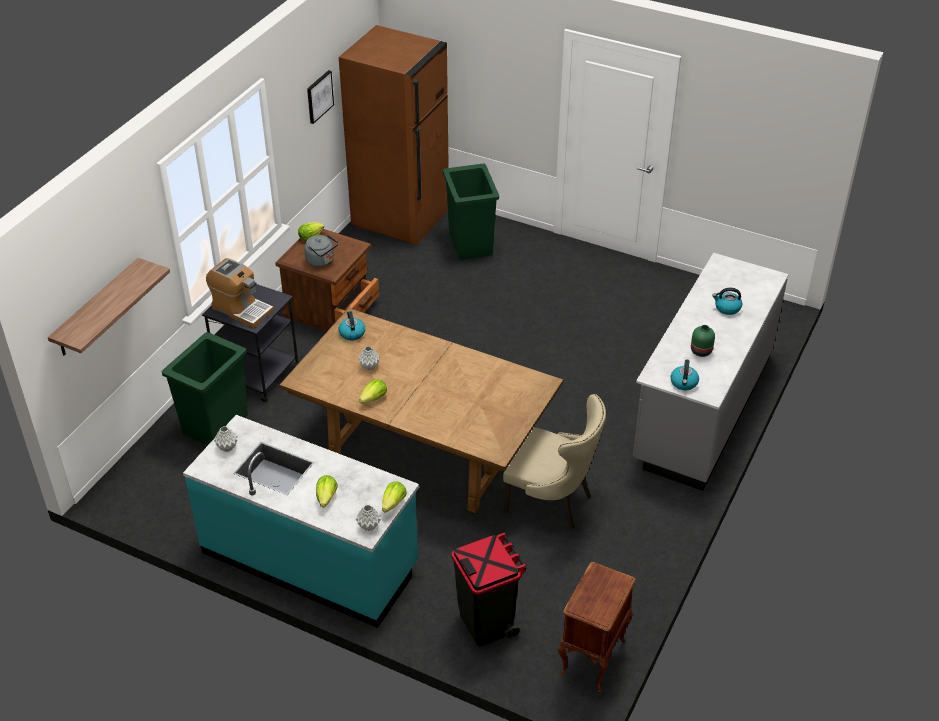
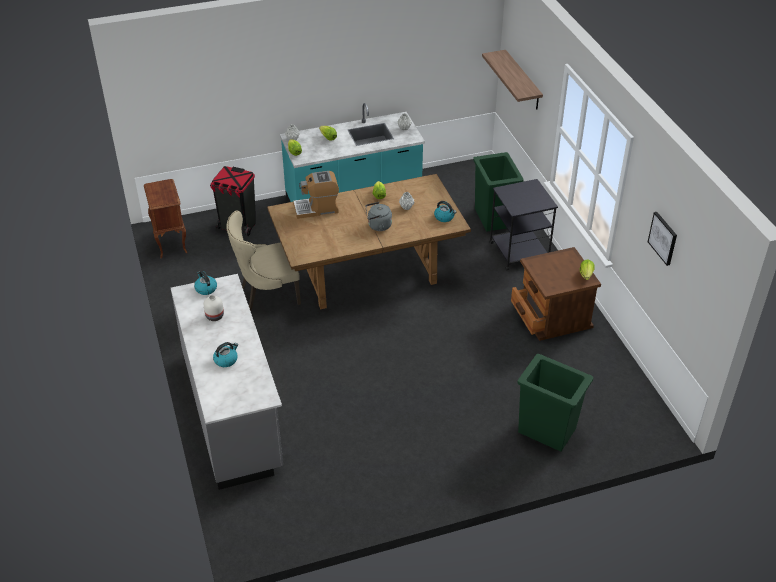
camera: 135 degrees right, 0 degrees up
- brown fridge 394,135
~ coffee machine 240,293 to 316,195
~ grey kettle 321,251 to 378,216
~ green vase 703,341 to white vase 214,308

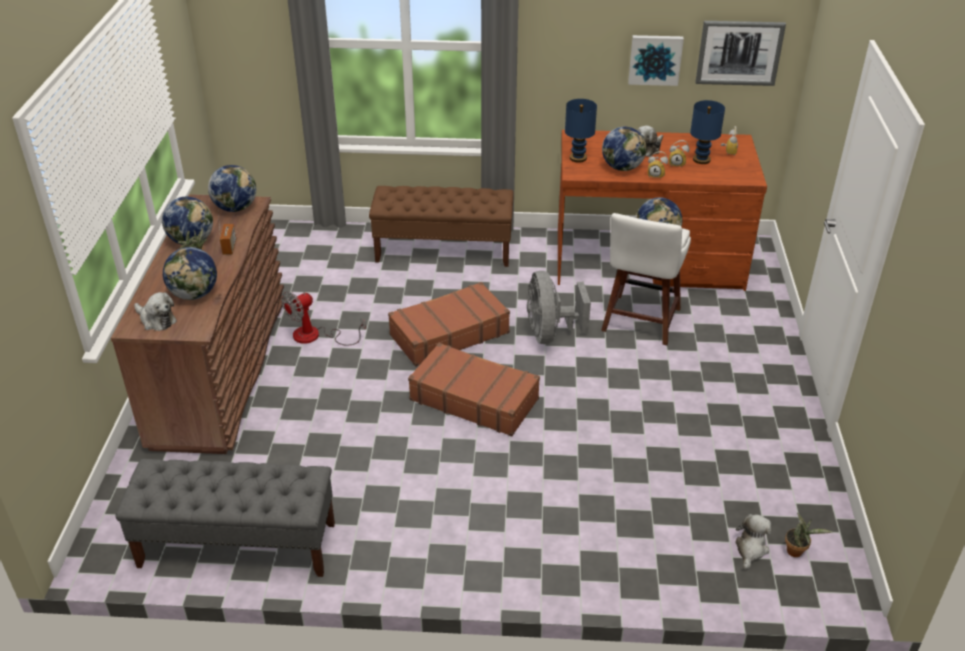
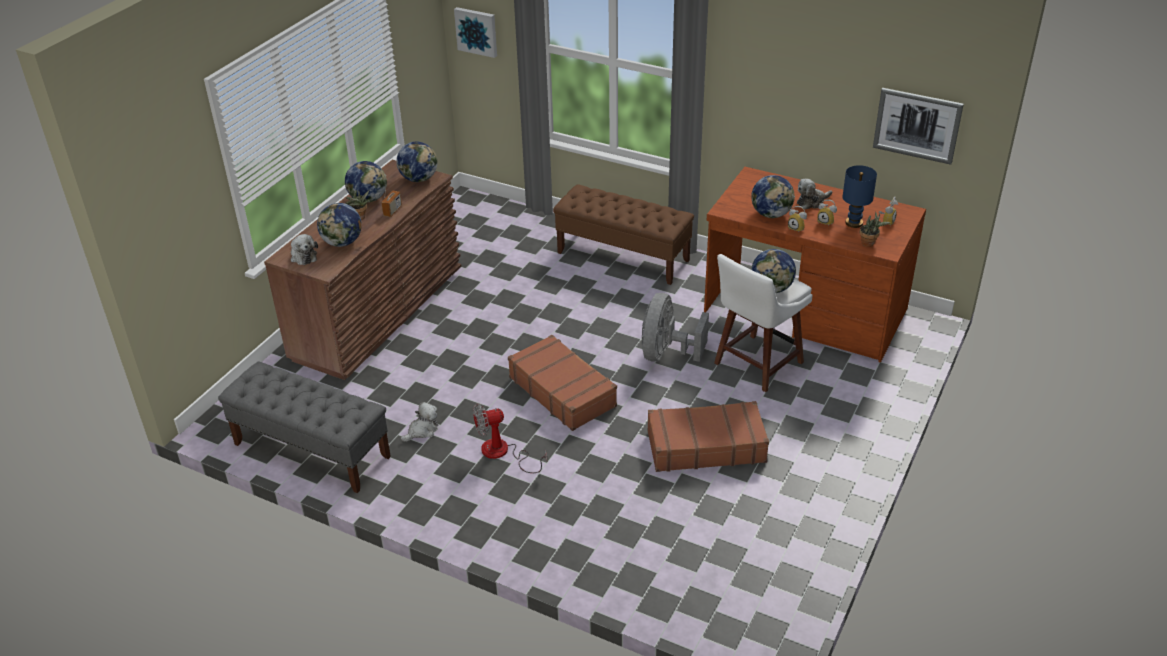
camera: 25 degrees right, 0 degrees up
- blue table lamp 581,131
~ fan 323,318 to 510,438
~ brown suitcase 449,324 to 708,436
~ picture 656,60 to 475,32
~ plush toy 753,542 to 419,422
~ potted plant 808,534 to 875,229

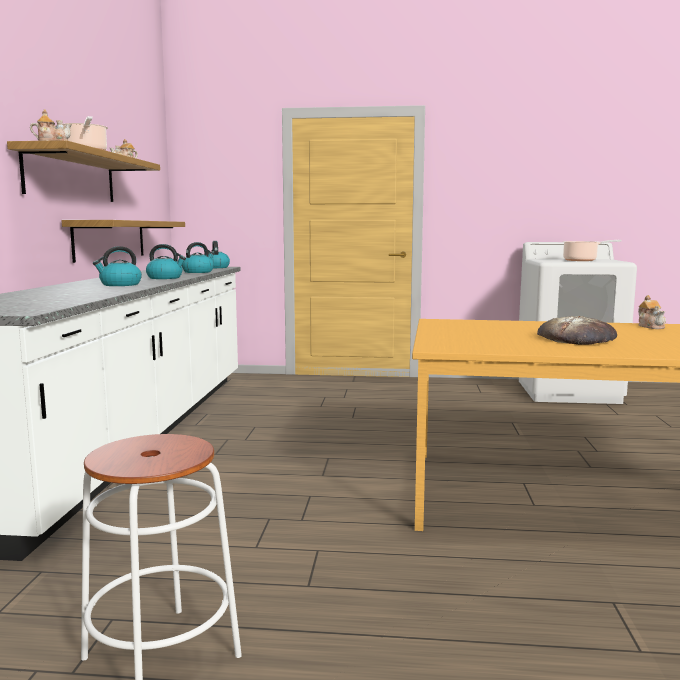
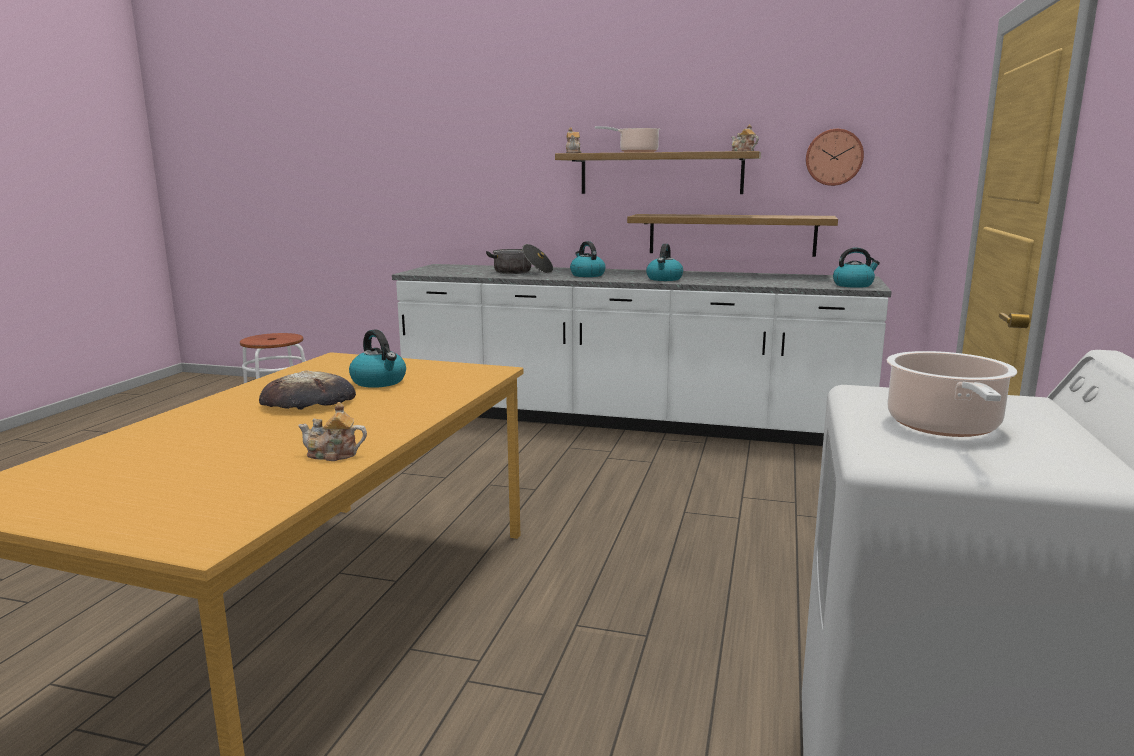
camera: 100 degrees right, 5 degrees up
+ cooking pot 519,259
+ wall clock 835,157
~ kettle 198,257 to 377,358

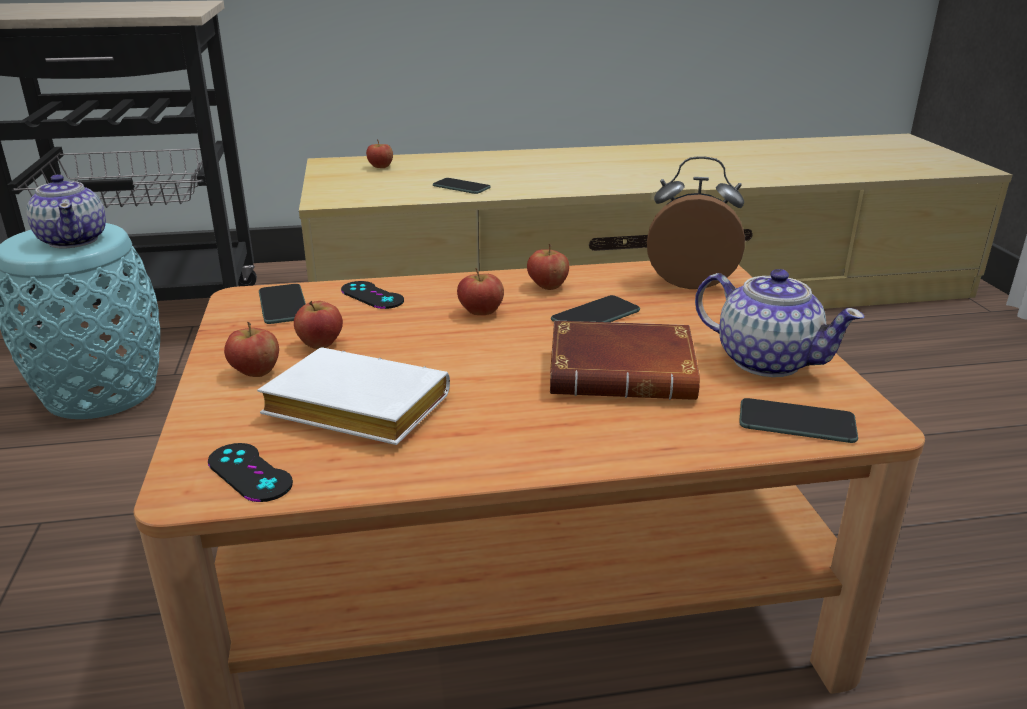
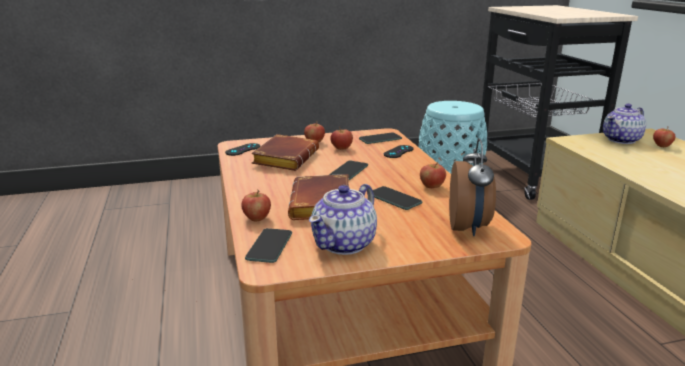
camera: 85 degrees right, 5 degrees down
~ teapot 66,211 to 624,124
~ phone 462,186 to 348,170
~ apple 480,291 to 256,205
~ white book 353,396 to brown book 285,152

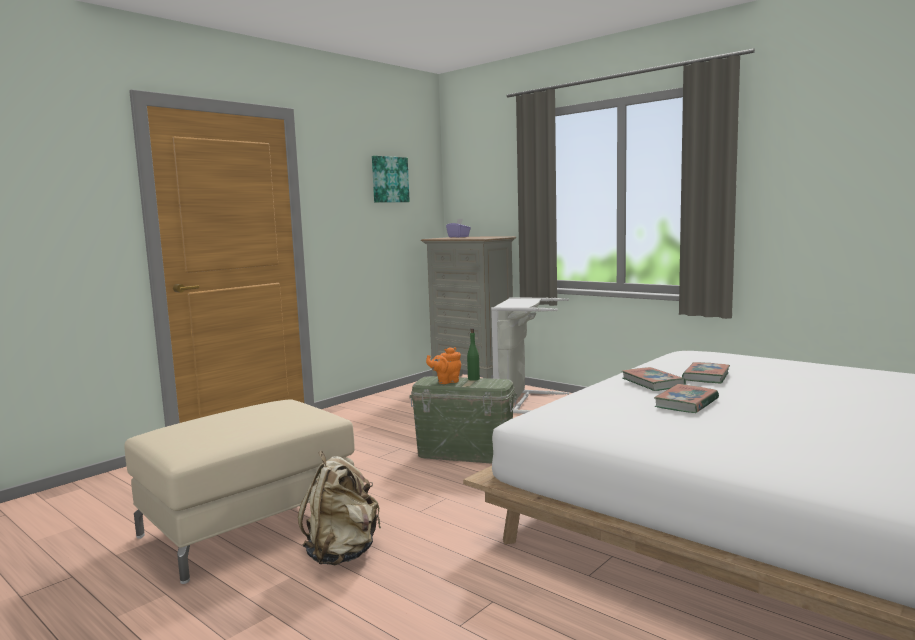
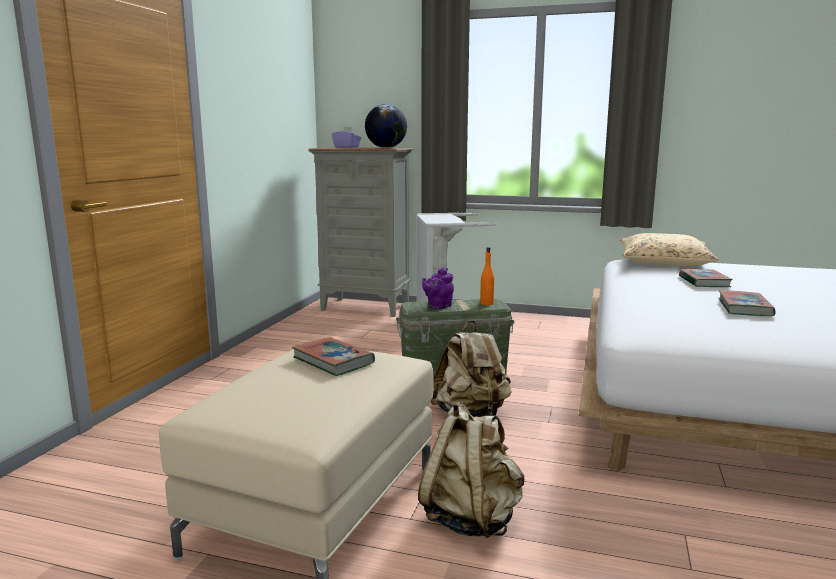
camera: 25 degrees left, 5 degrees up
- picture 391,179
- green bottle 473,354
+ globe 386,126
+ beige backpack 471,368
+ orange bottle 487,276
+ beige pillow 669,249
~ book 654,379 to 333,356
~ orange teapot 443,365 to purple teapot 438,288

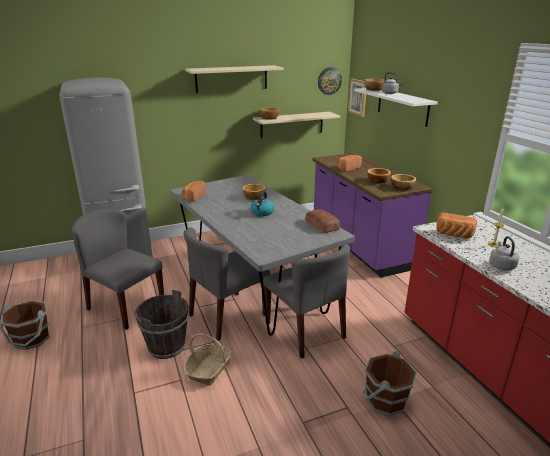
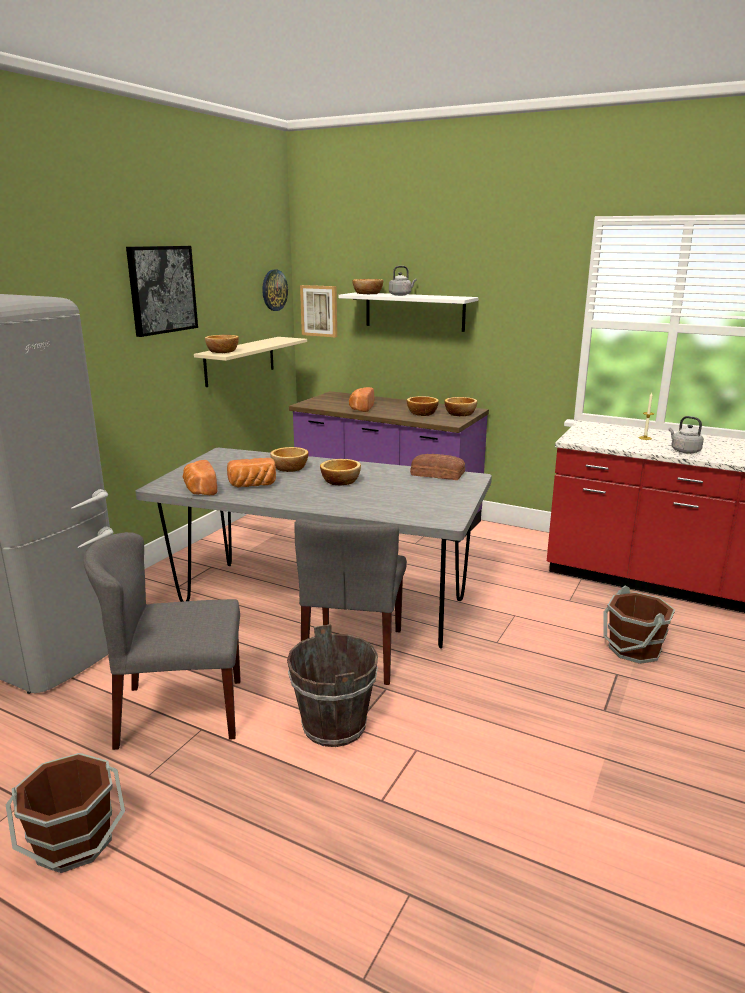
camera: 40 degrees left, 5 degrees down
- basket 208,359
- grey chair 306,301
~ bread 456,226 to 251,472
~ beige shelf 234,79 to picture 162,291
~ kettle 262,203 to bowl 340,472

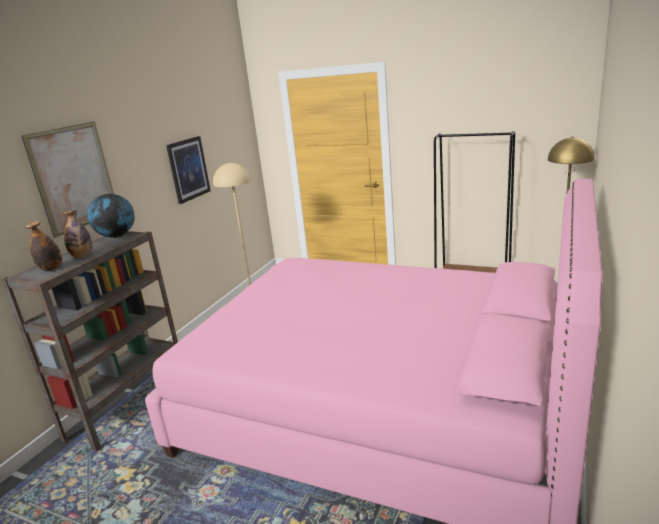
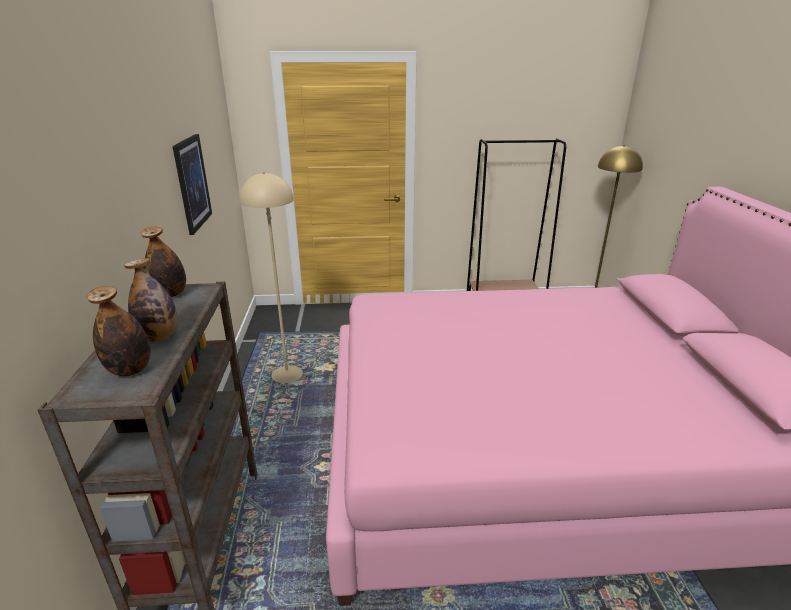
camera: 30 degrees left, 5 degrees up
- picture 67,180
~ globe 111,216 to bottle 163,262

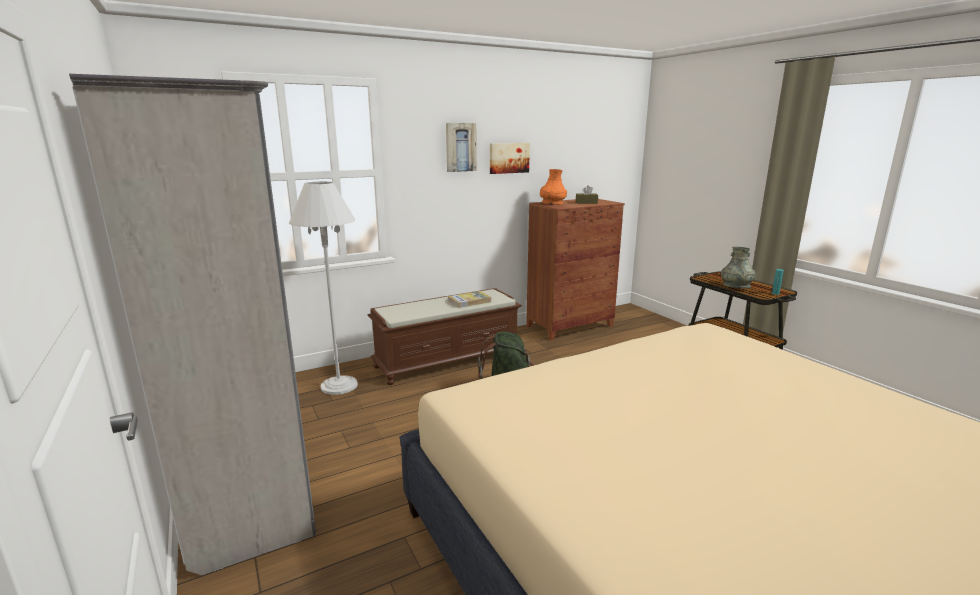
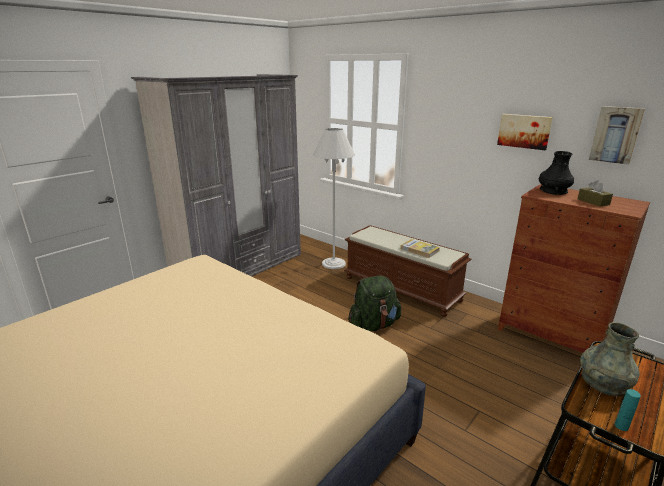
camera: 70 degrees right, 5 degrees up
~ picture 461,147 to 617,135
~ orange vase 553,187 to black vase 556,173

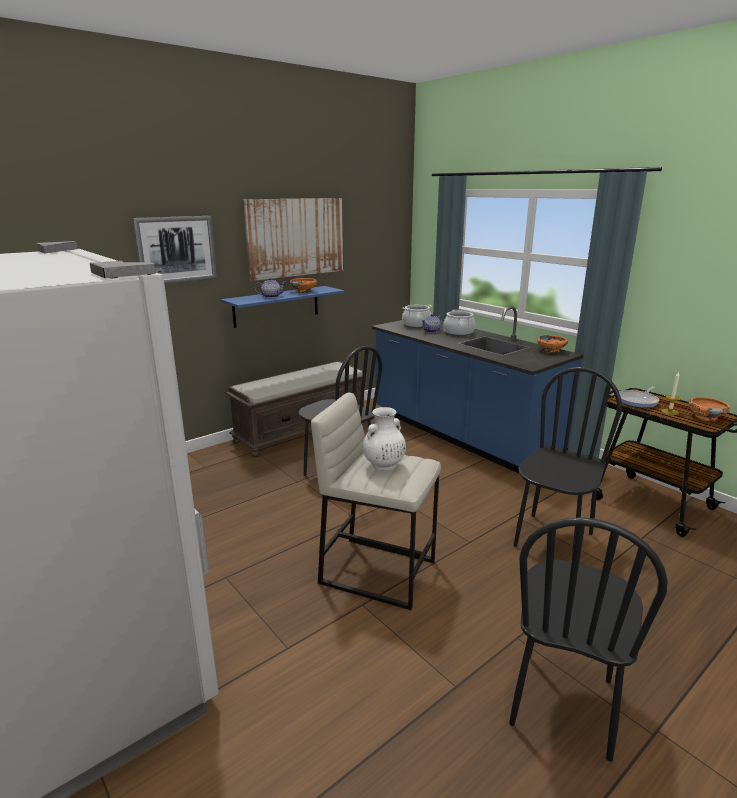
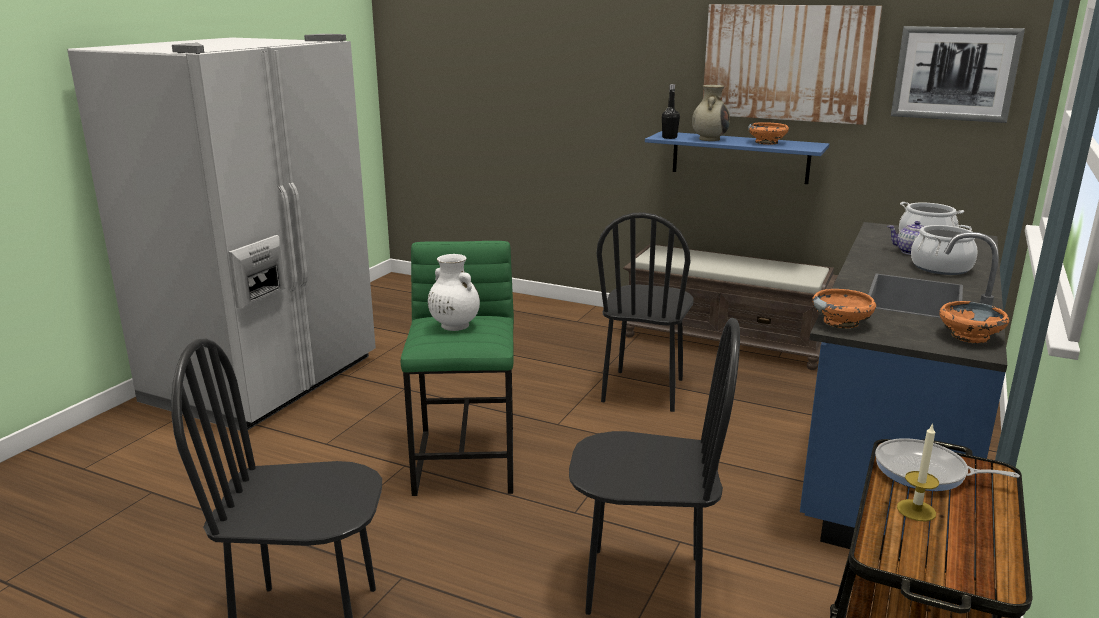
camera: 65 degrees right, 0 degrees up
+ black bottle 671,111
~ picture 174,250 to 958,74
~ orange bowl 709,409 to 844,309
~ teapot 270,288 to beige vase 711,113
~ beige stool 376,501 to green stool 457,368

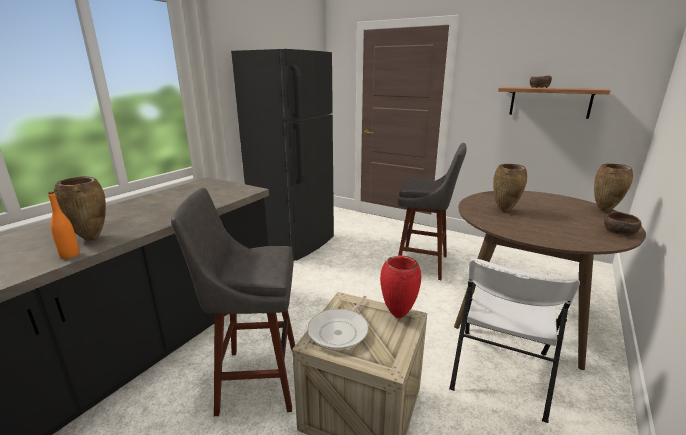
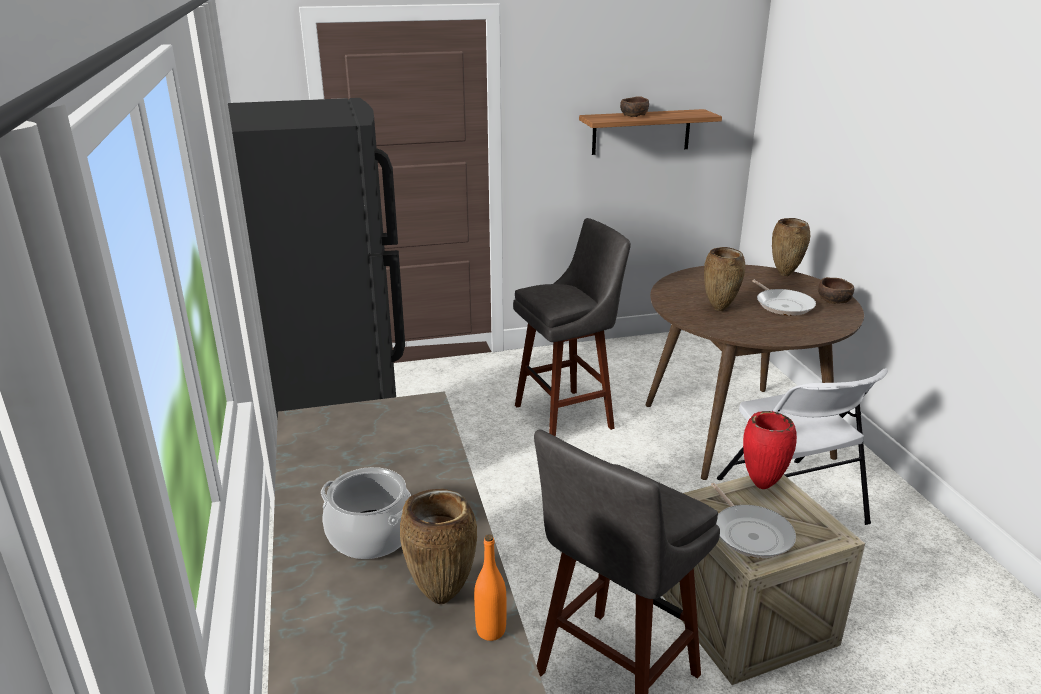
camera: 45 degrees left, 5 degrees up
+ cooking pot 366,513
+ frying pan 784,298

